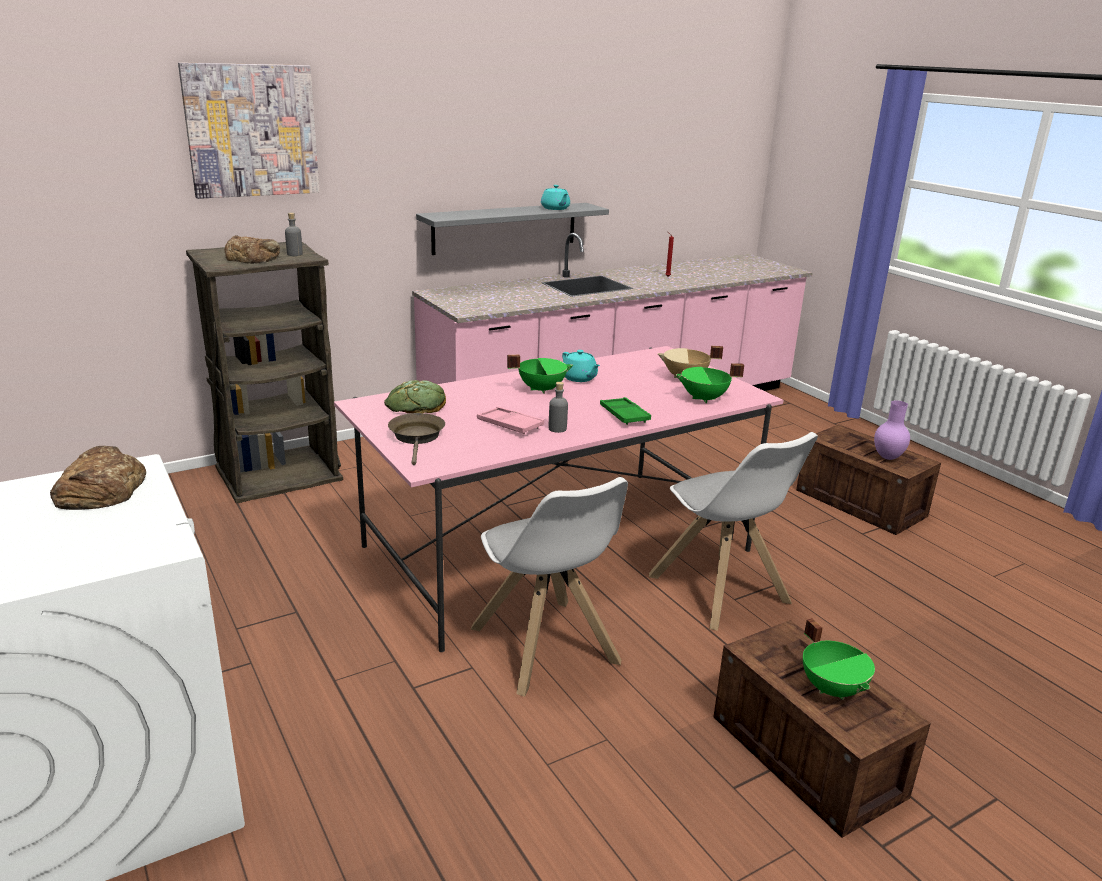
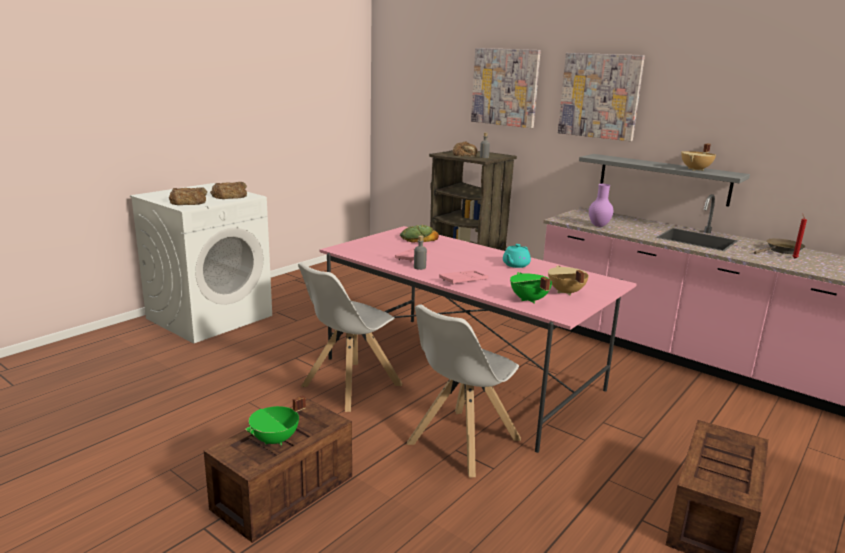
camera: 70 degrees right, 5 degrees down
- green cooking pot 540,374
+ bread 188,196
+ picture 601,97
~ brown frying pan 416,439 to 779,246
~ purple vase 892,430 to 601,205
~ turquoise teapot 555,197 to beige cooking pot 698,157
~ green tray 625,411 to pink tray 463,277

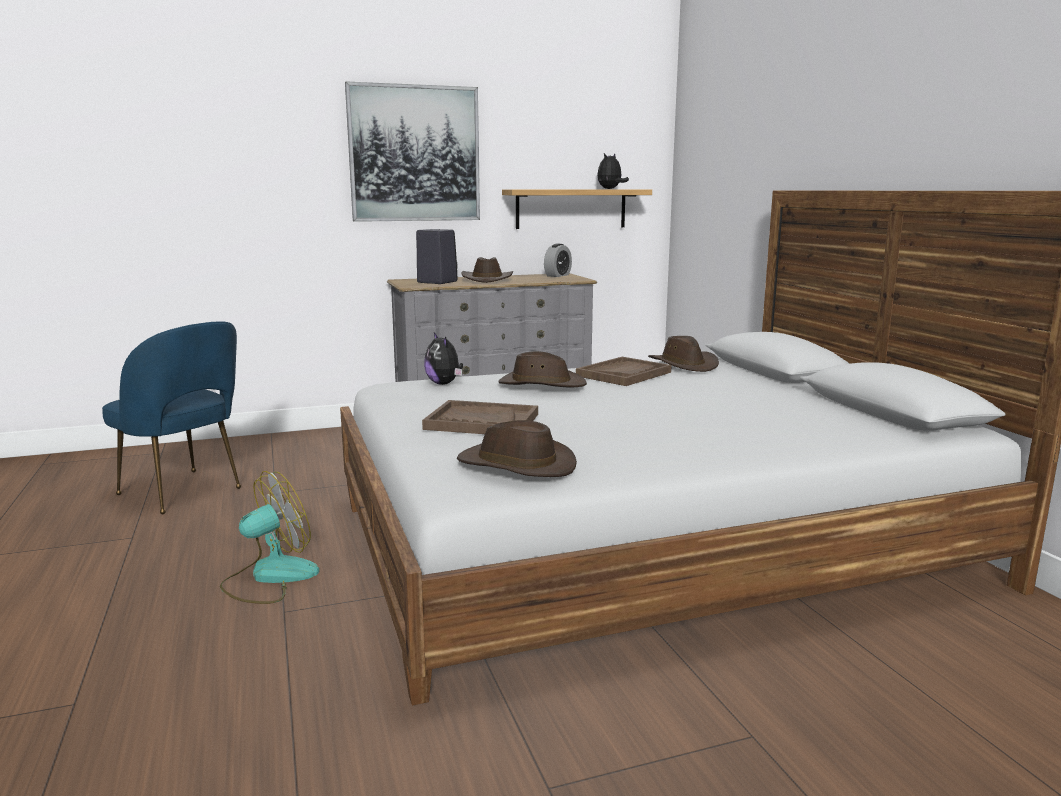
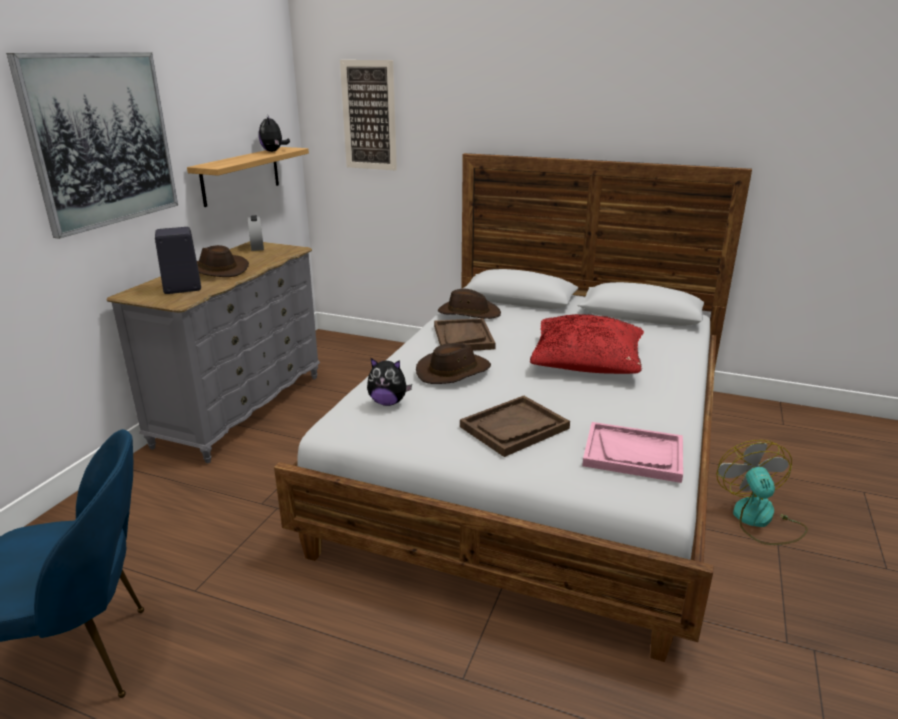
camera: 50 degrees left, 10 degrees up
+ picture 368,115
+ red pillow 587,344
~ fan 269,537 to 762,492
~ brown hat 517,448 to pink tray 632,452

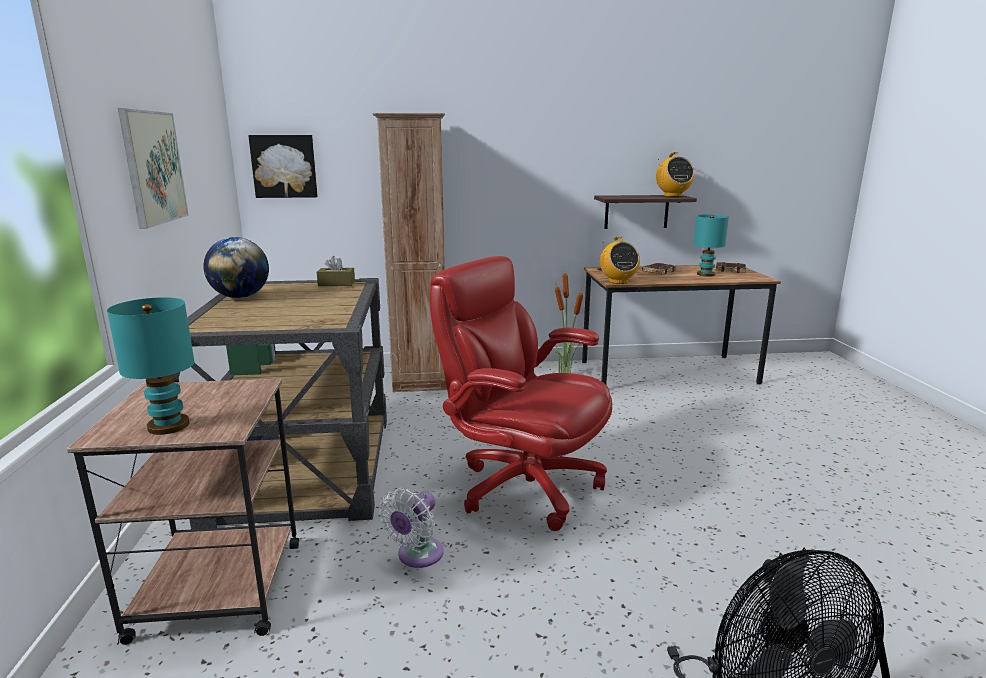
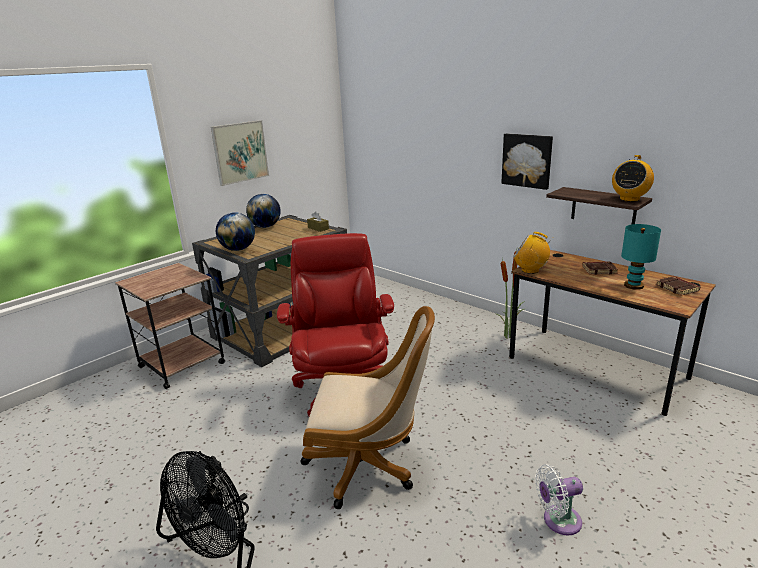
camera: 50 degrees right, 5 degrees up
- turquoise table lamp 151,366
- brown cabinet 410,252
+ globe 235,231
+ office chair 368,407
~ picture 283,166 to 527,161
~ white fan 411,528 to 559,499
~ radio 620,260 = 533,253 75 degrees clockwise

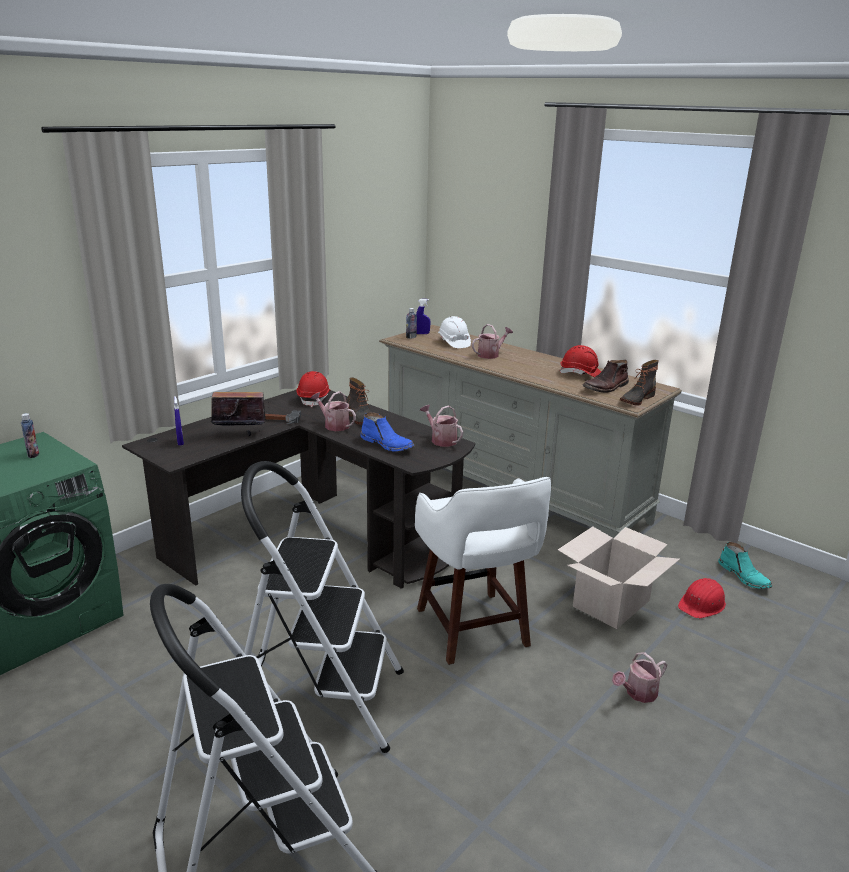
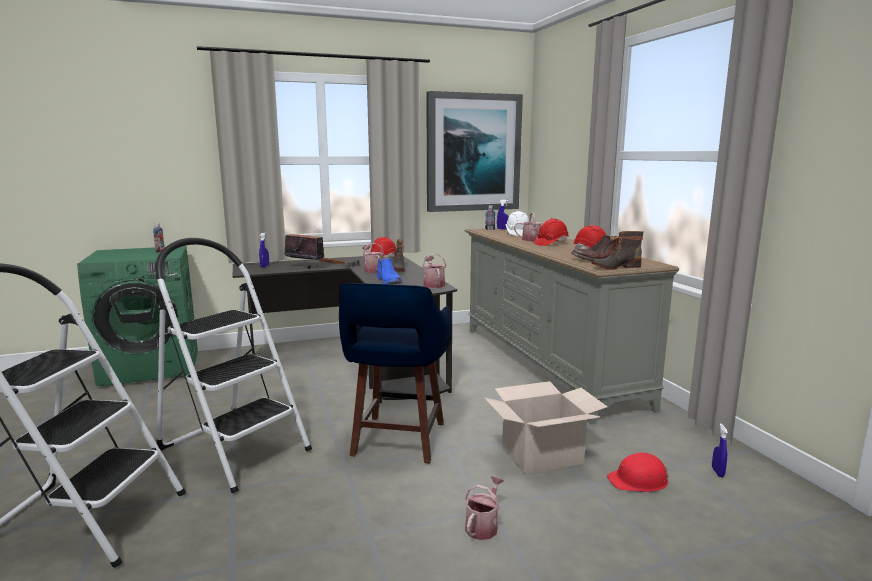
camera: 30 degrees right, 10 degrees down
+ picture 474,151
+ red hard hat 551,232
~ turquoise boot 745,565 to blue spray bottle 720,450
~ white stool 483,571 to blue stool 395,373
~ watering can 639,677 = 484,508 120 degrees clockwise

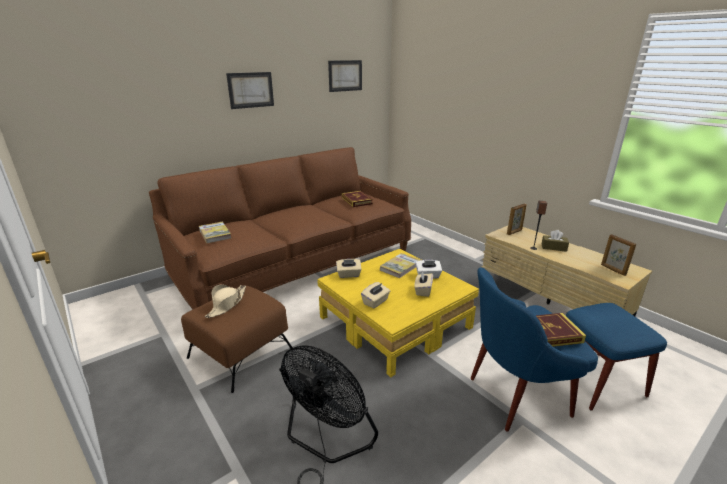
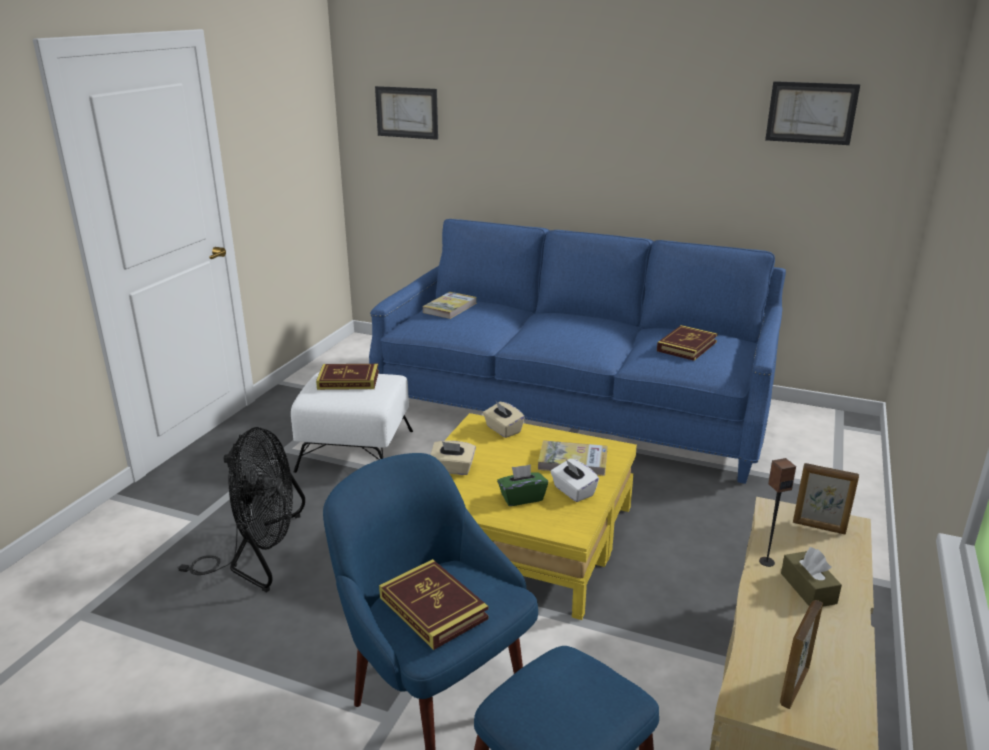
camera: 60 degrees right, 0 degrees up
~ picture 250,90 to 406,113
~ beige hat 225,301 to book 347,377
~ brown sofa 280,228 to blue sofa 577,351
~ brown ottoman 237,339 to white ottoman 352,422
~ beige tissue box 423,284 to green tissue box 522,485

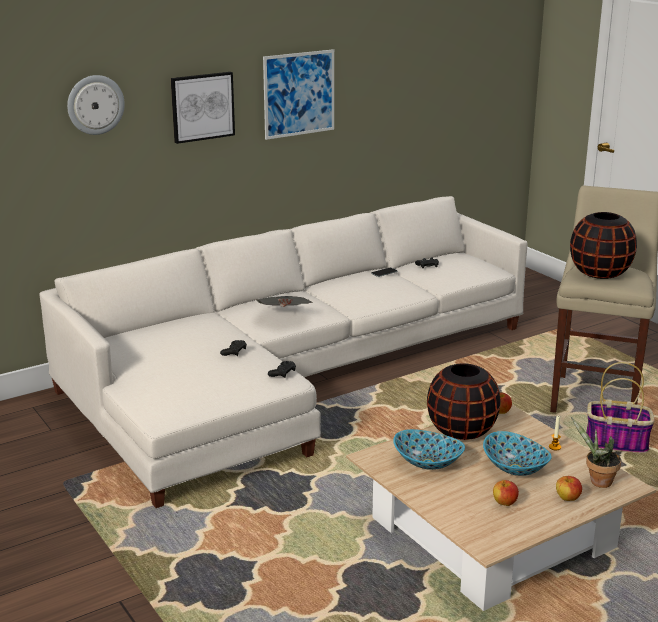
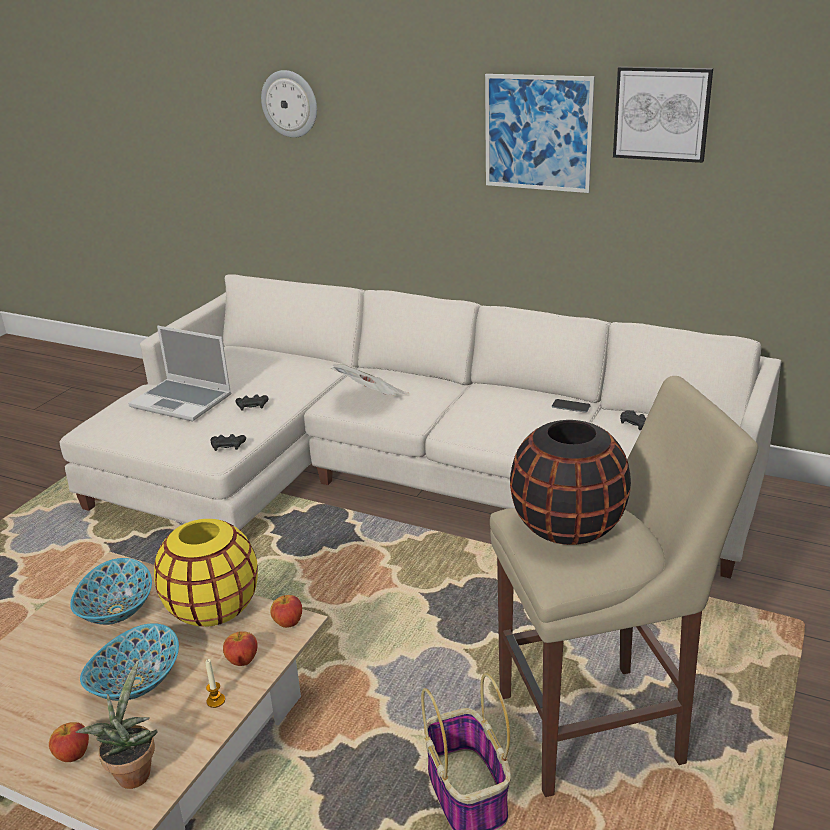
camera: 60 degrees right, 5 degrees up
+ laptop 179,374
~ picture 202,108 to 663,114
~ apple 506,493 to 240,648
~ black vase 464,401 to yellow vase 206,573

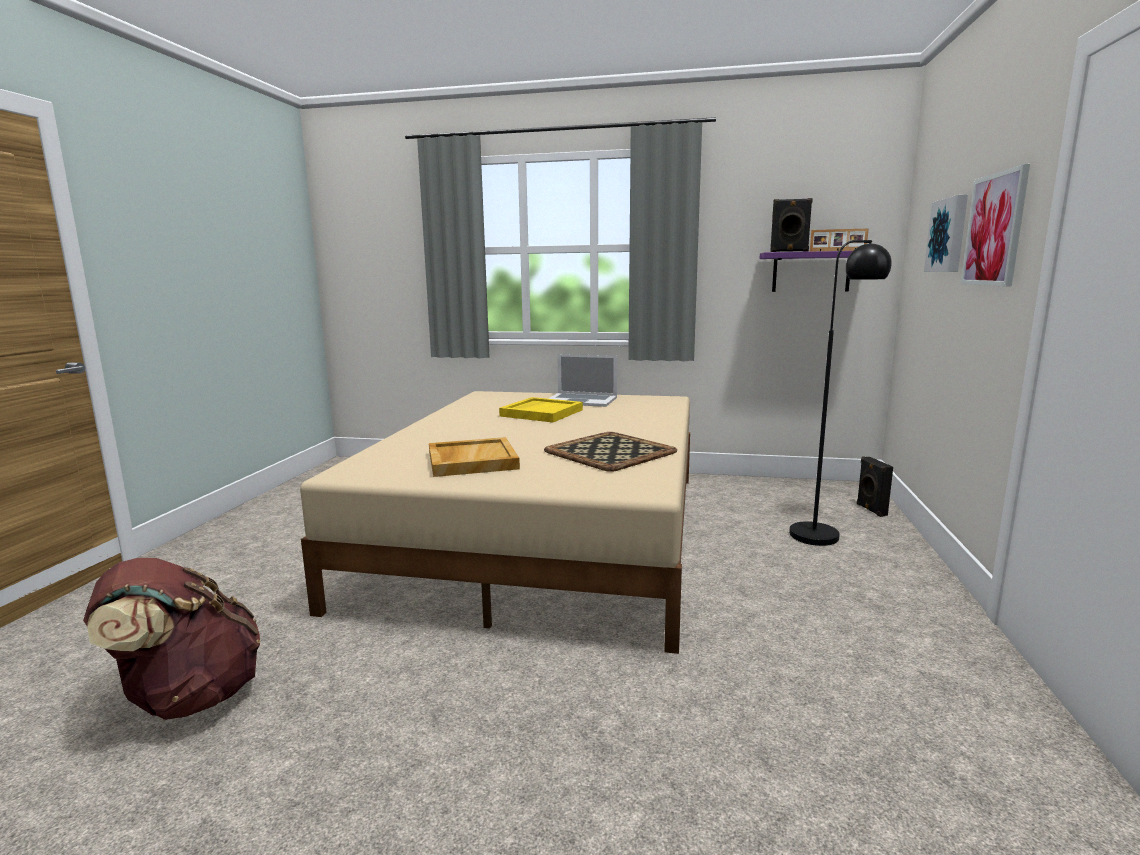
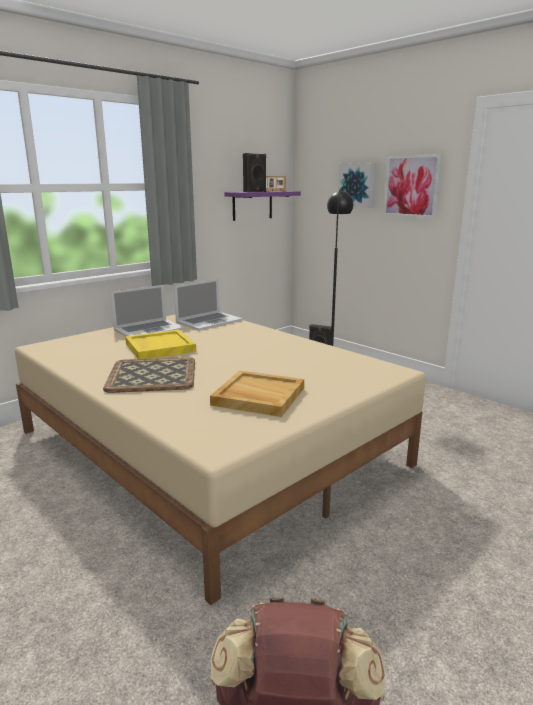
camera: 55 degrees left, 5 degrees up
+ laptop 208,305
~ tray 610,452 to 149,375

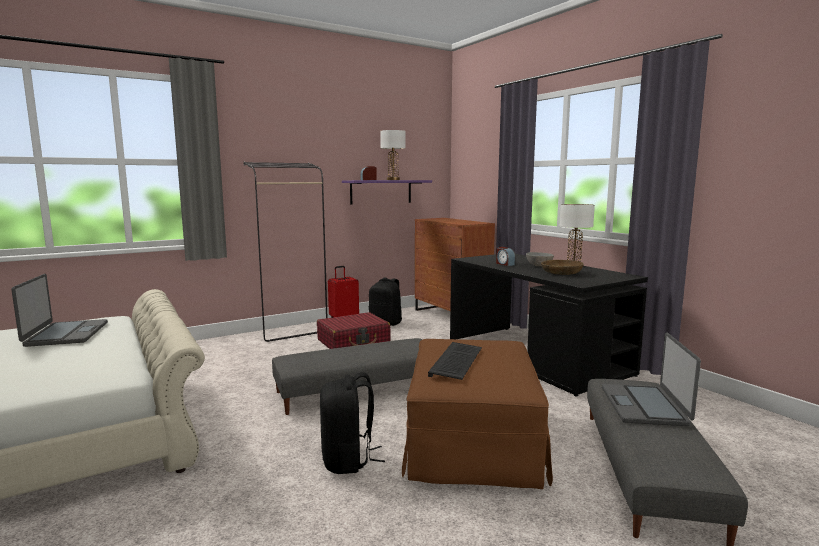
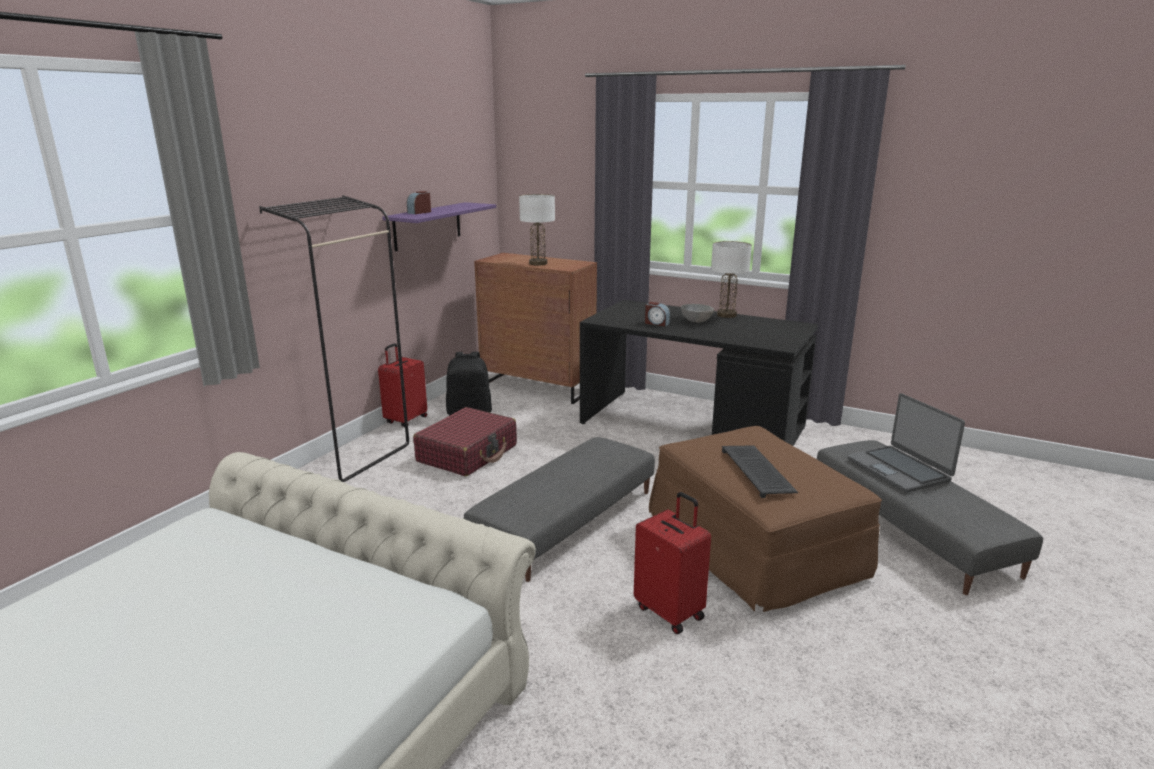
camera: 30 degrees left, 10 degrees up
- laptop 59,310
- brown bowl 562,267
~ table lamp 393,155 to 537,229
~ black backpack 352,423 to red suitcase 672,563

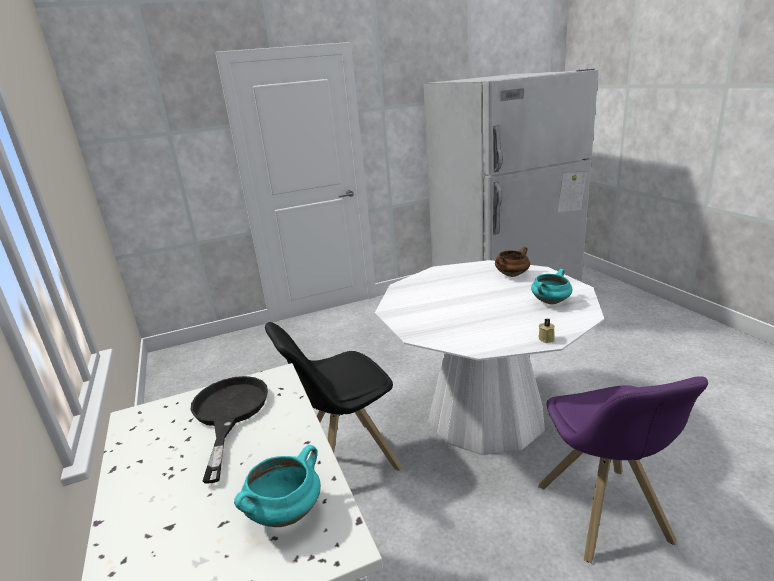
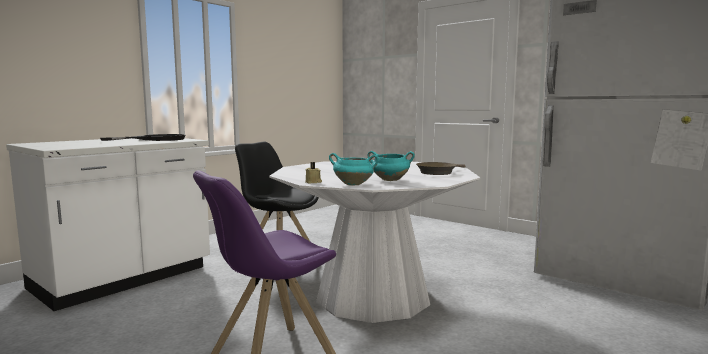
camera: 60 degrees right, 15 degrees down
~ turquoise cooking pot 277,486 to 354,169
~ brown cooking pot 512,262 to brown frying pan 440,168

